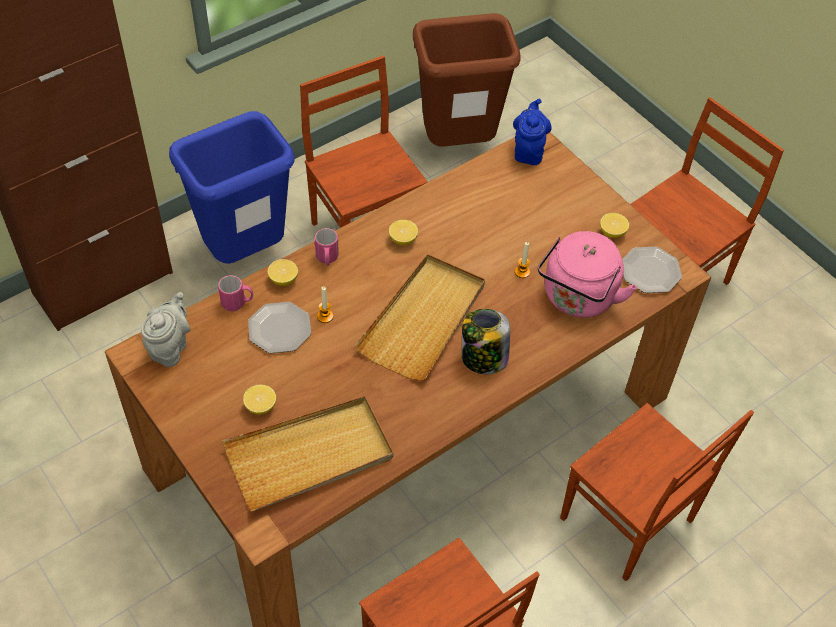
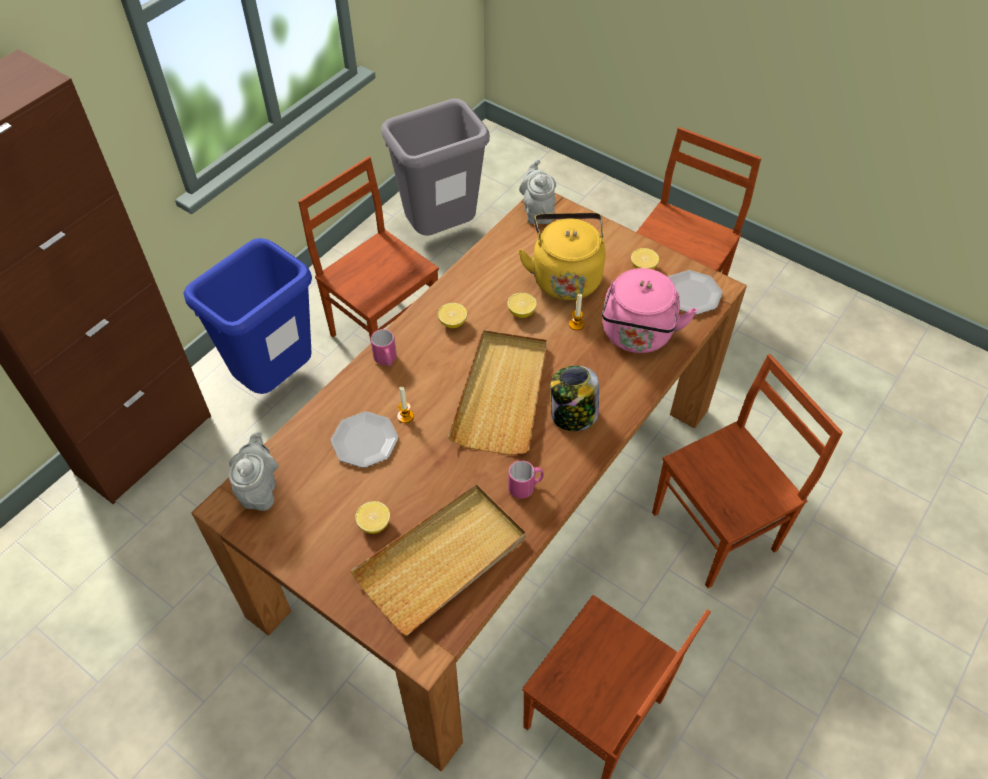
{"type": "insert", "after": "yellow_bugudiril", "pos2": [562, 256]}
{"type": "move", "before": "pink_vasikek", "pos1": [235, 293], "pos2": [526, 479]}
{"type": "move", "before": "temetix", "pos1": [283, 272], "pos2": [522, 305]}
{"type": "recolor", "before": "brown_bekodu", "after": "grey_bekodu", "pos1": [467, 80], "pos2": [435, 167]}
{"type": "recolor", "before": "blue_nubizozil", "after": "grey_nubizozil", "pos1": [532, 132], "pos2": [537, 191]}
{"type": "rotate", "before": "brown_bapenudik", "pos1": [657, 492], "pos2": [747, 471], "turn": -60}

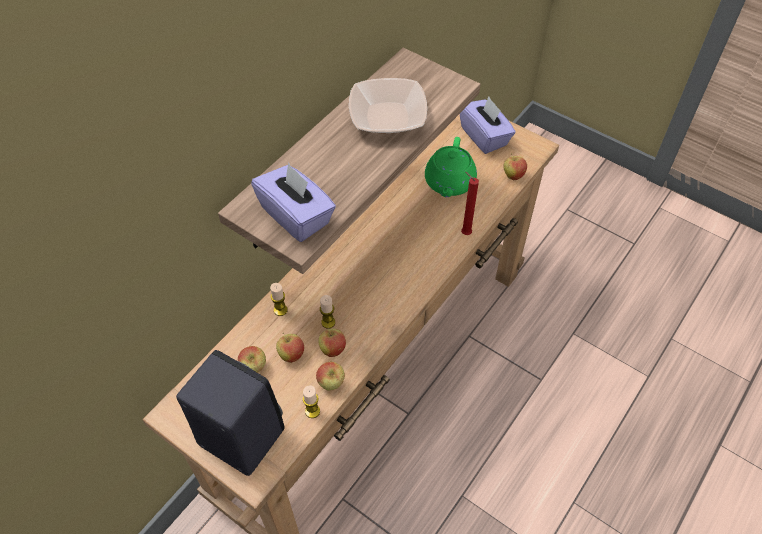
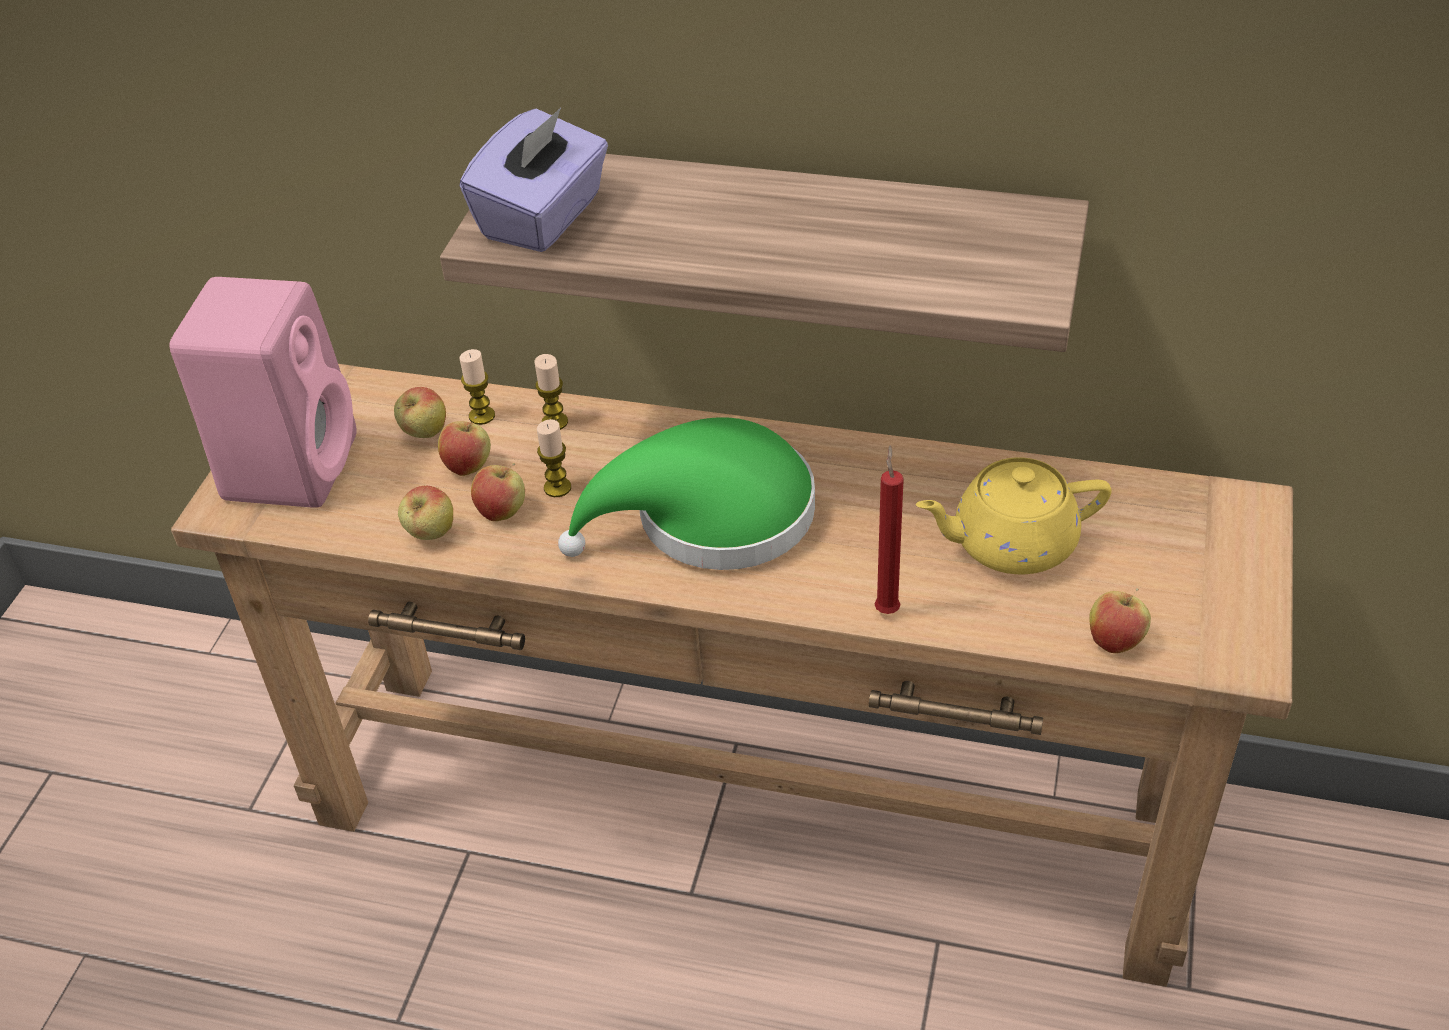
{"type": "delete", "before": "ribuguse", "pos1": [388, 106]}
{"type": "delete", "before": "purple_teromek", "pos1": [488, 125]}
{"type": "insert", "after": "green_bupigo", "pos2": [686, 493]}
{"type": "move", "before": "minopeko", "pos1": [311, 401], "pos2": [477, 387]}
{"type": "recolor", "before": "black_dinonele", "after": "pink_dinonele", "pos1": [230, 413], "pos2": [263, 392]}
{"type": "recolor", "before": "green_nubizozil", "after": "yellow_nubizozil", "pos1": [451, 167], "pos2": [1013, 515]}

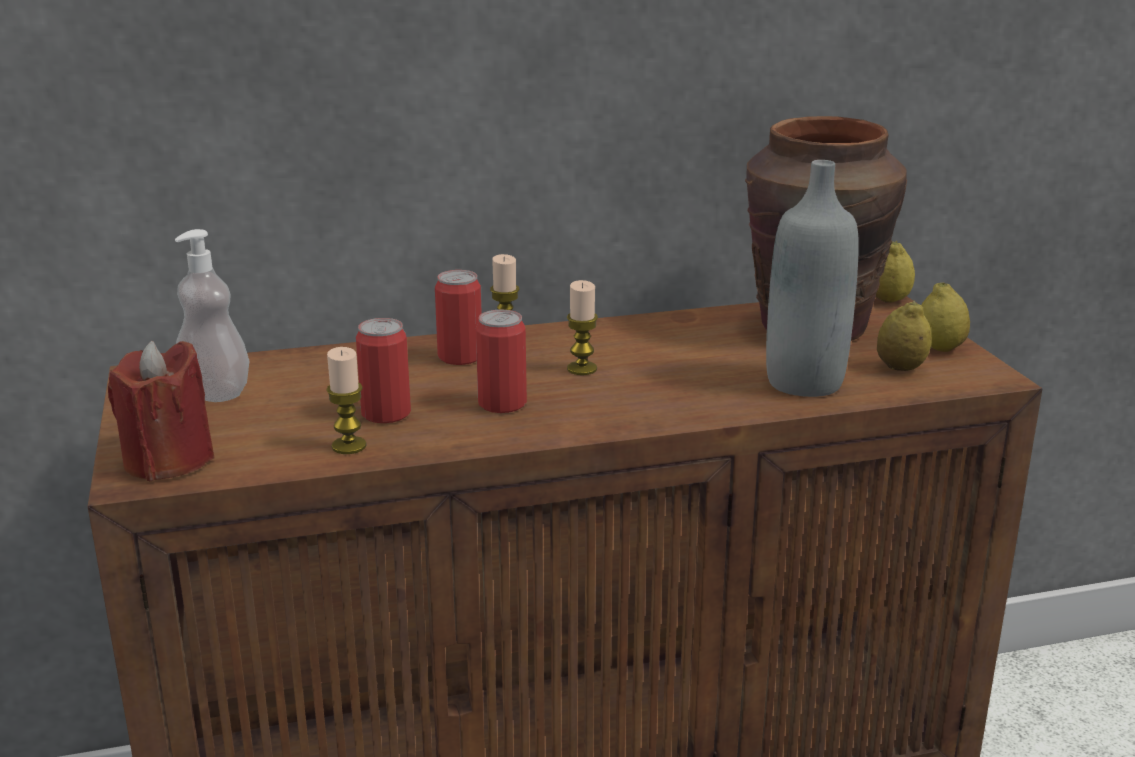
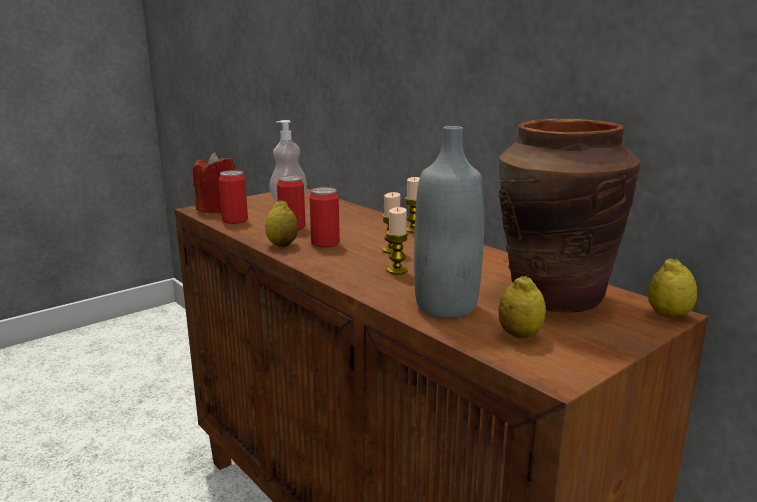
{"type": "move", "before": "minopeko", "pos1": [346, 400], "pos2": [398, 240]}
{"type": "move", "before": "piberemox", "pos1": [458, 317], "pos2": [233, 197]}
{"type": "move", "before": "temetix", "pos1": [945, 317], "pos2": [281, 223]}

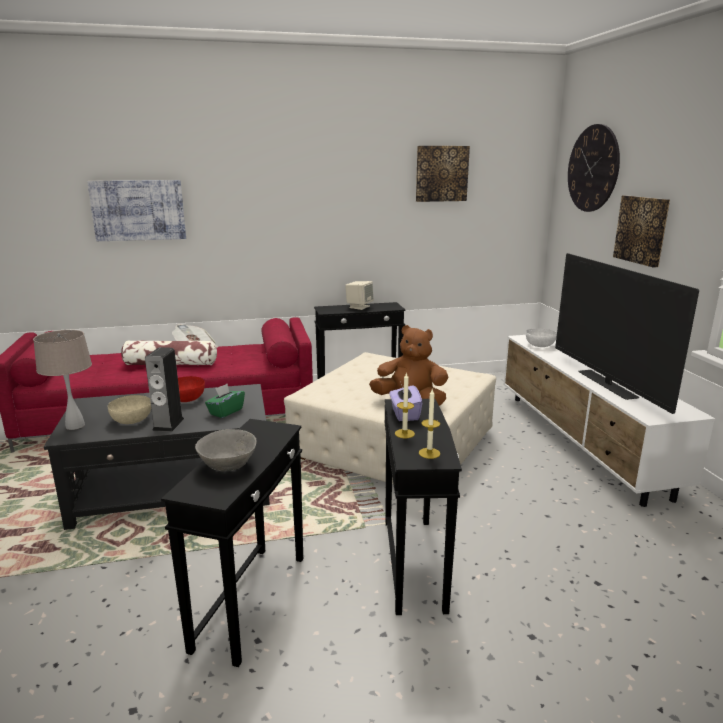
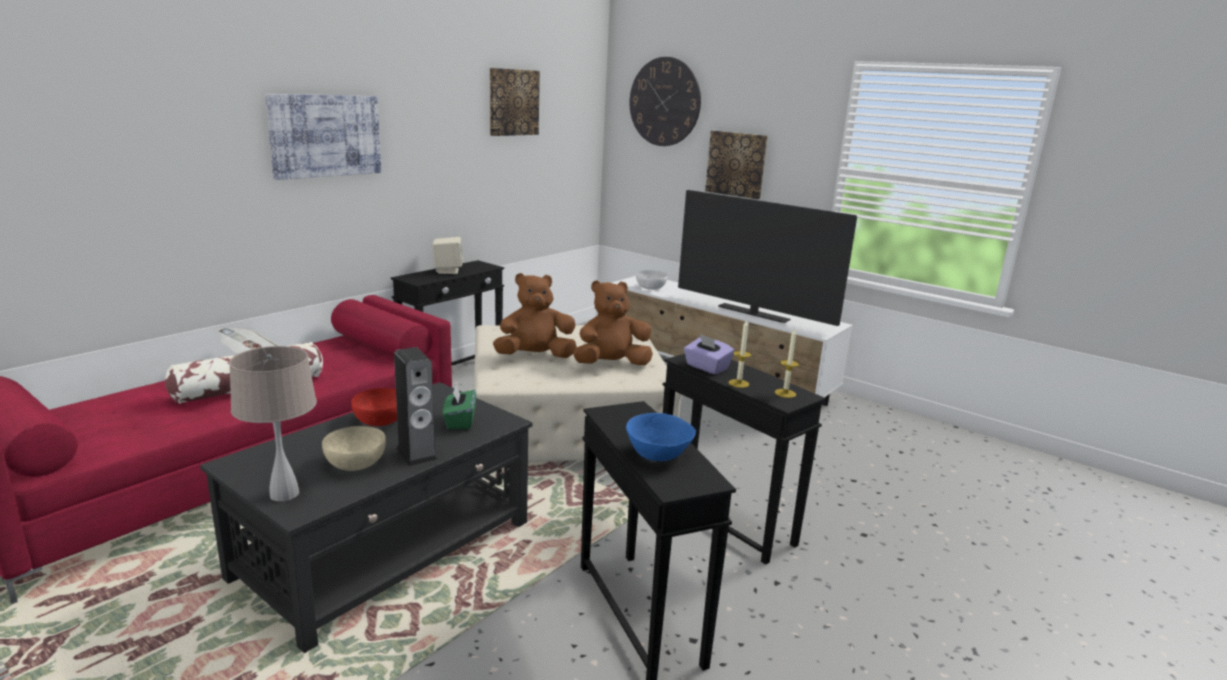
{"type": "insert", "after": "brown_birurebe", "pos2": [535, 315]}
{"type": "move", "before": "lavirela", "pos1": [136, 210], "pos2": [323, 137]}
{"type": "recolor", "before": "grey_ribuguse", "after": "blue_ribuguse", "pos1": [226, 450], "pos2": [661, 437]}

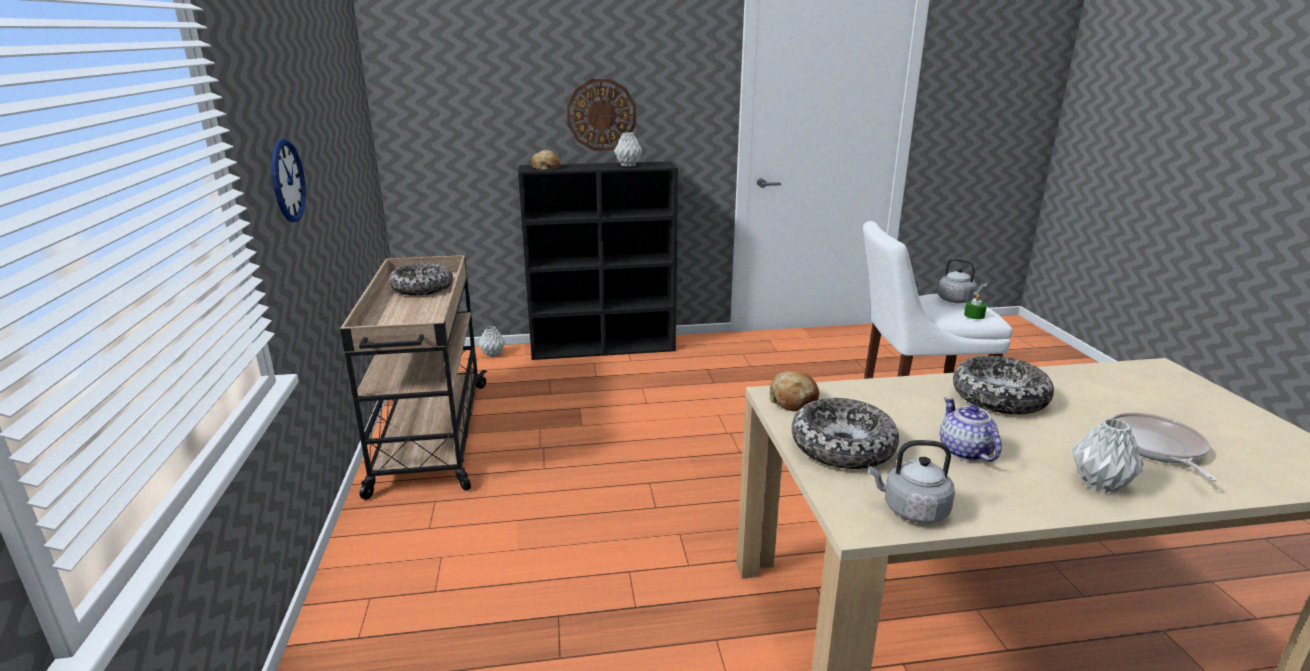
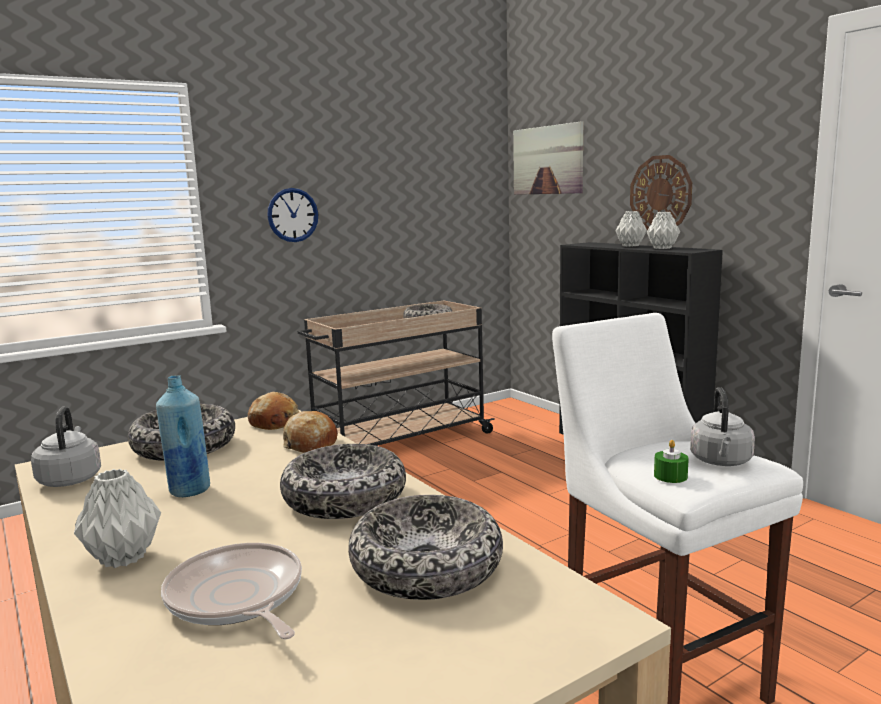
{"type": "insert", "after": "ribuguse", "pos2": [425, 547]}
{"type": "insert", "after": "lavirela", "pos2": [548, 158]}
{"type": "move", "before": "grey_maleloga", "pos1": [491, 342], "pos2": [631, 229]}
{"type": "move", "before": "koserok", "pos1": [545, 160], "pos2": [310, 432]}
{"type": "replace", "before": "nubizozil", "after": "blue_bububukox", "pos1": [971, 429], "pos2": [183, 436]}
{"type": "rotate", "before": "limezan", "pos1": [1163, 447], "pos2": [231, 591], "turn": -105}

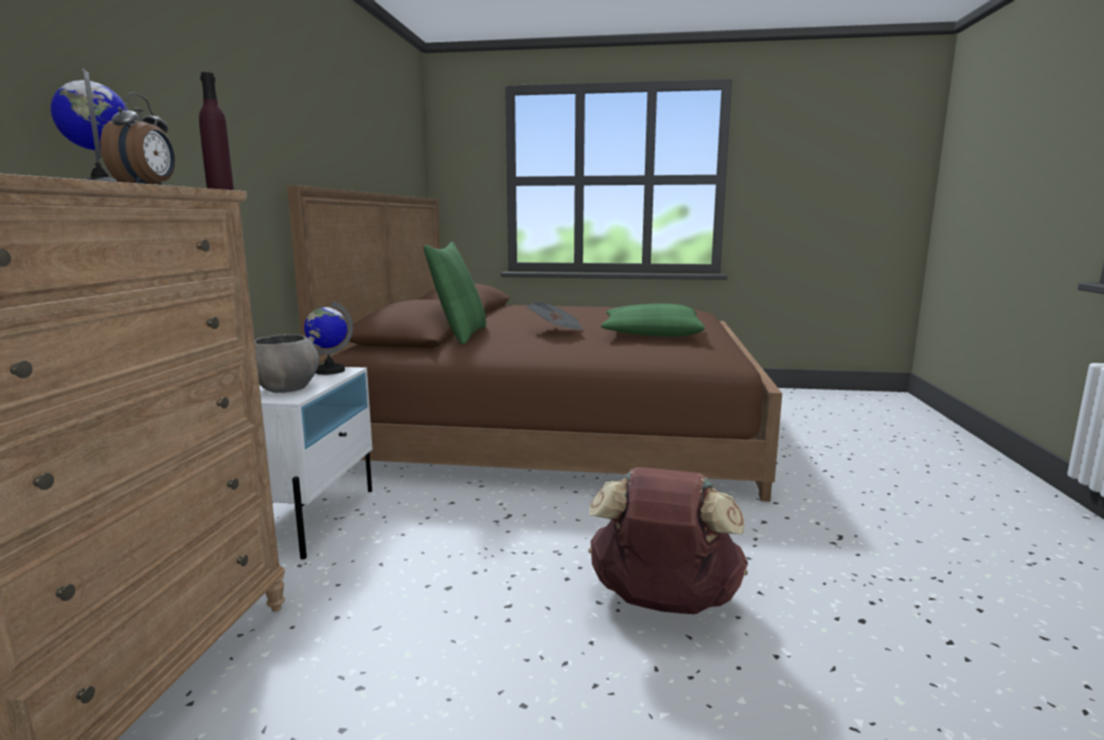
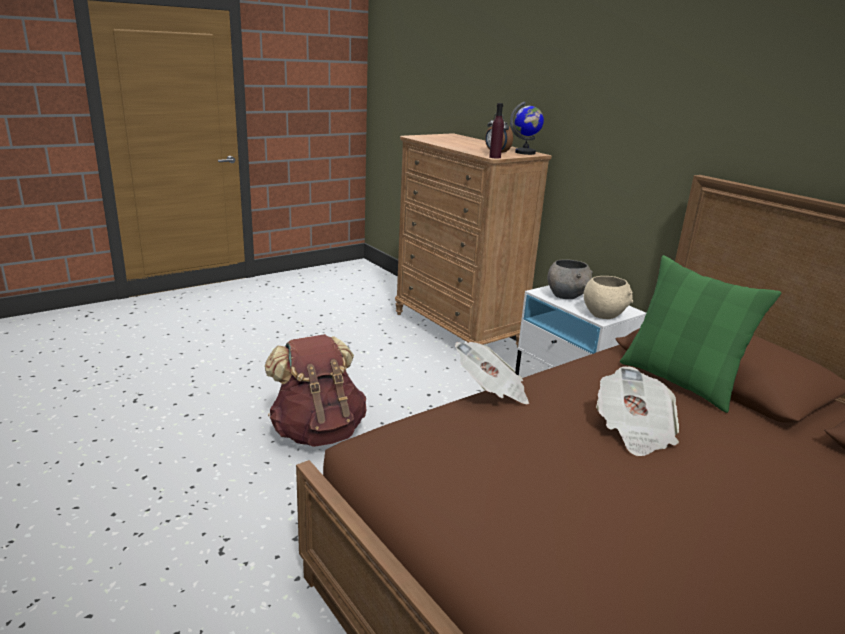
{"type": "delete", "before": "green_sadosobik", "pos1": [653, 320]}
{"type": "insert", "after": "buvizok", "pos2": [492, 373]}
{"type": "replace", "before": "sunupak", "after": "beige_ribuguse", "pos1": [328, 338], "pos2": [608, 297]}

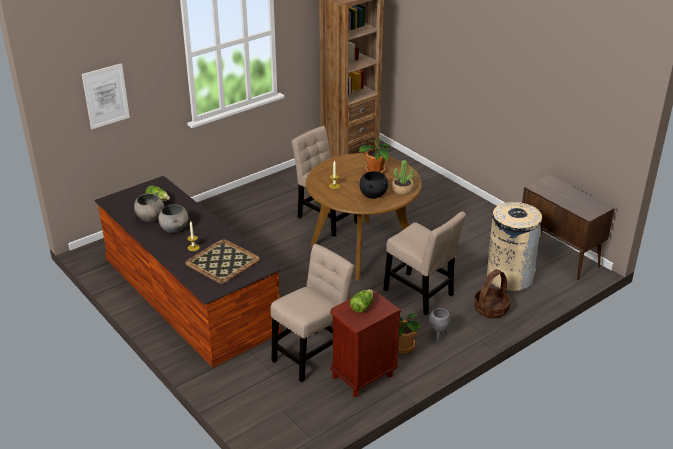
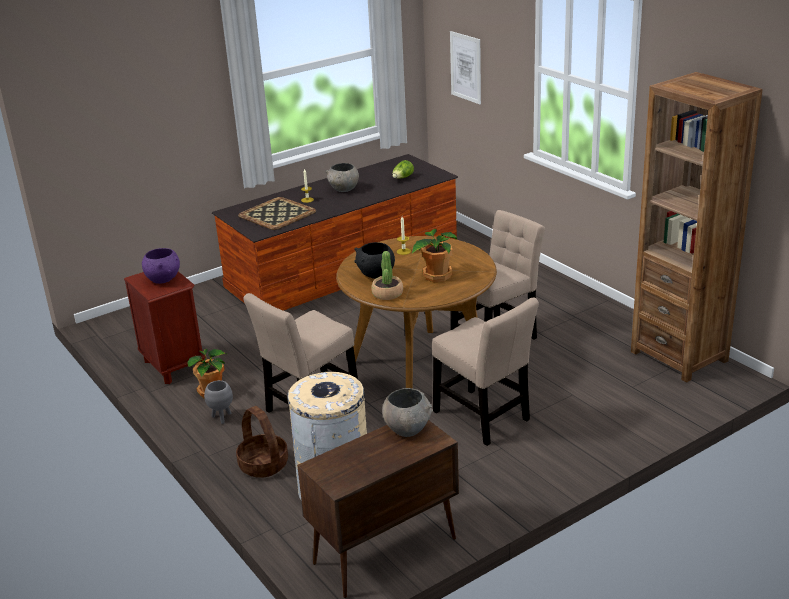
{"type": "move", "before": "grey_ribuguse", "pos1": [149, 207], "pos2": [407, 412]}
{"type": "move", "before": "beige_bapenudik", "pos1": [313, 313], "pos2": [485, 372]}
{"type": "replace", "before": "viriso", "after": "purple_ribuguse", "pos1": [361, 300], "pos2": [161, 266]}

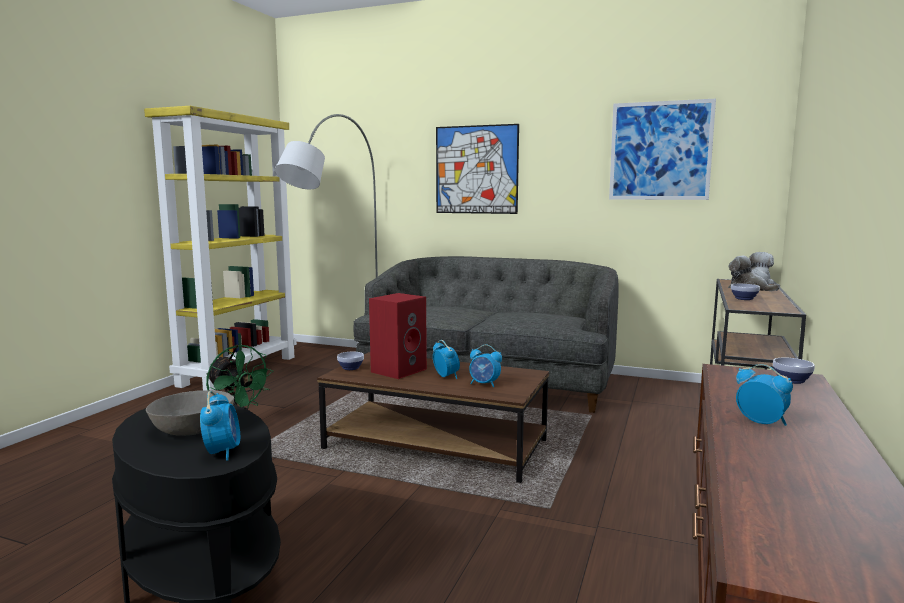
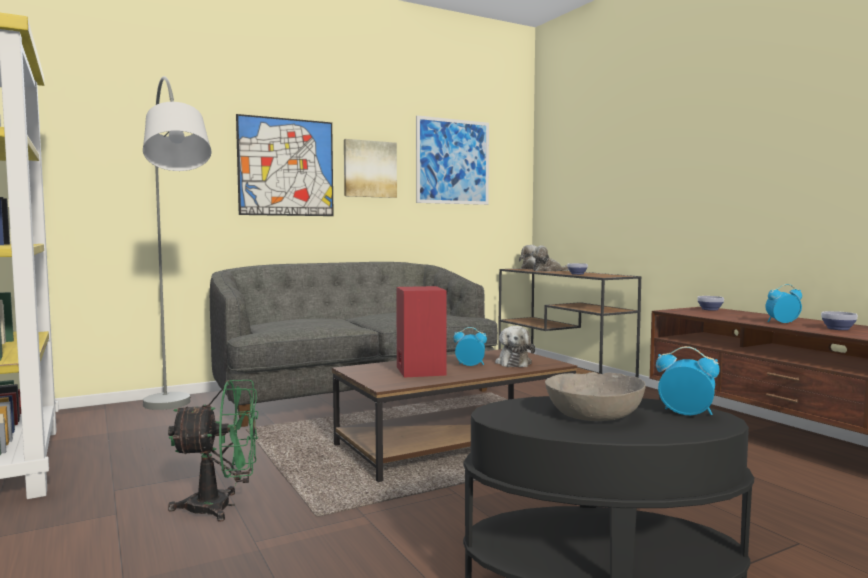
{"type": "insert", "after": "lavirela", "pos2": [370, 168]}
{"type": "move", "before": "ribuguse", "pos1": [350, 361], "pos2": [839, 320]}
{"type": "replace", "before": "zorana", "after": "birurebe", "pos1": [485, 365], "pos2": [515, 346]}

